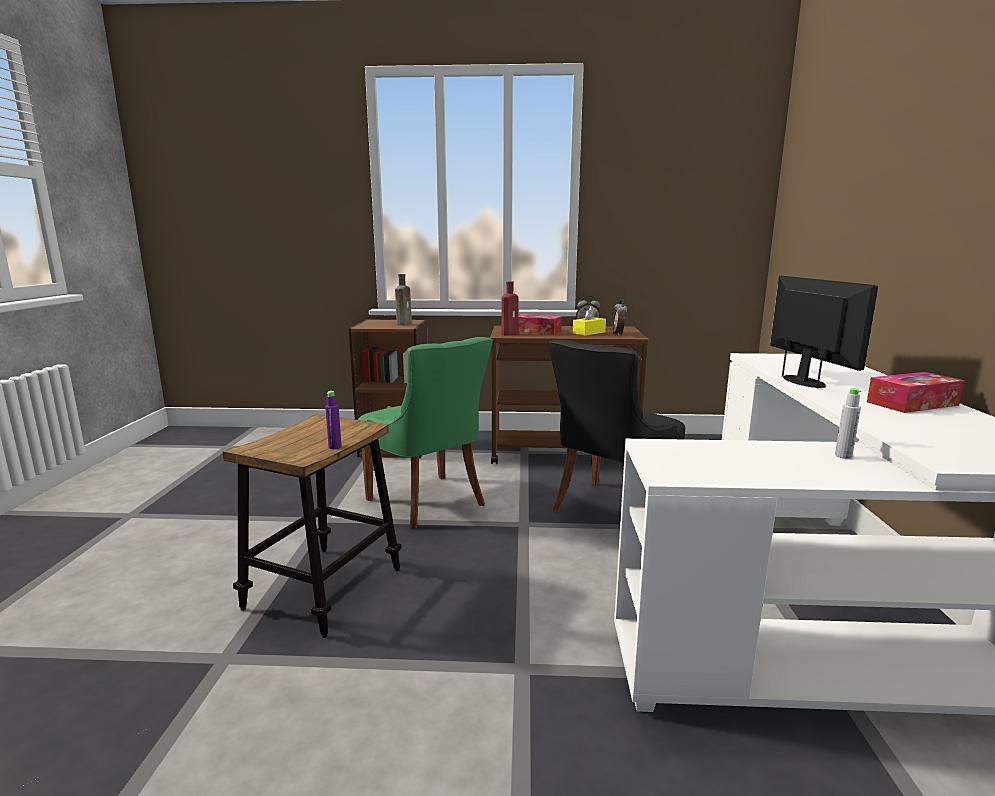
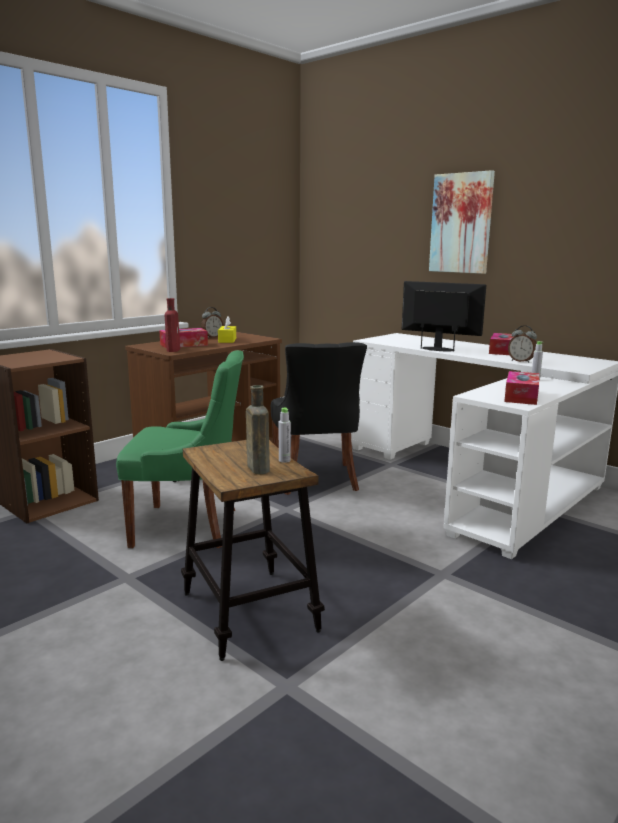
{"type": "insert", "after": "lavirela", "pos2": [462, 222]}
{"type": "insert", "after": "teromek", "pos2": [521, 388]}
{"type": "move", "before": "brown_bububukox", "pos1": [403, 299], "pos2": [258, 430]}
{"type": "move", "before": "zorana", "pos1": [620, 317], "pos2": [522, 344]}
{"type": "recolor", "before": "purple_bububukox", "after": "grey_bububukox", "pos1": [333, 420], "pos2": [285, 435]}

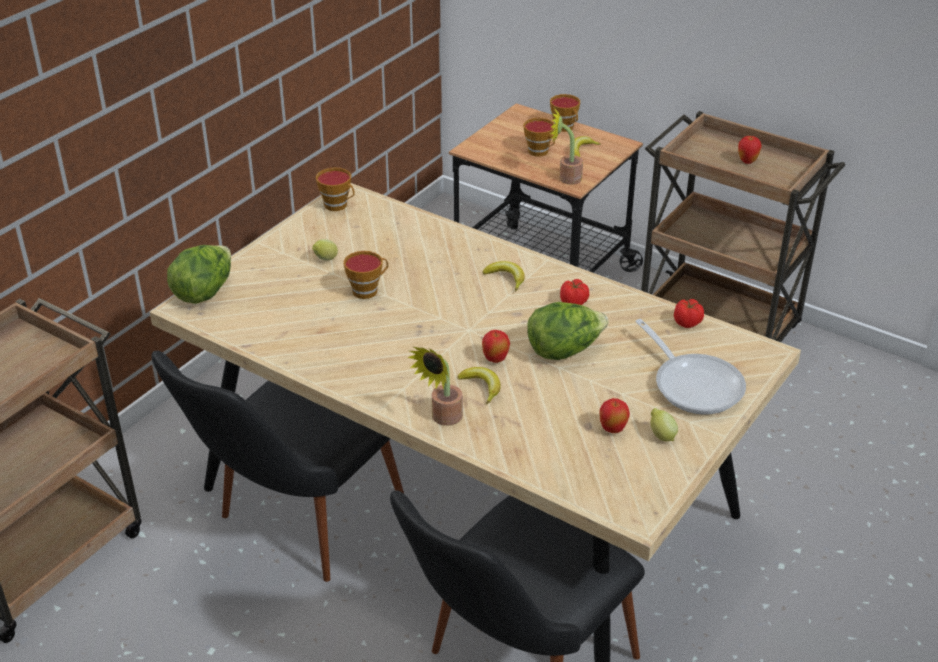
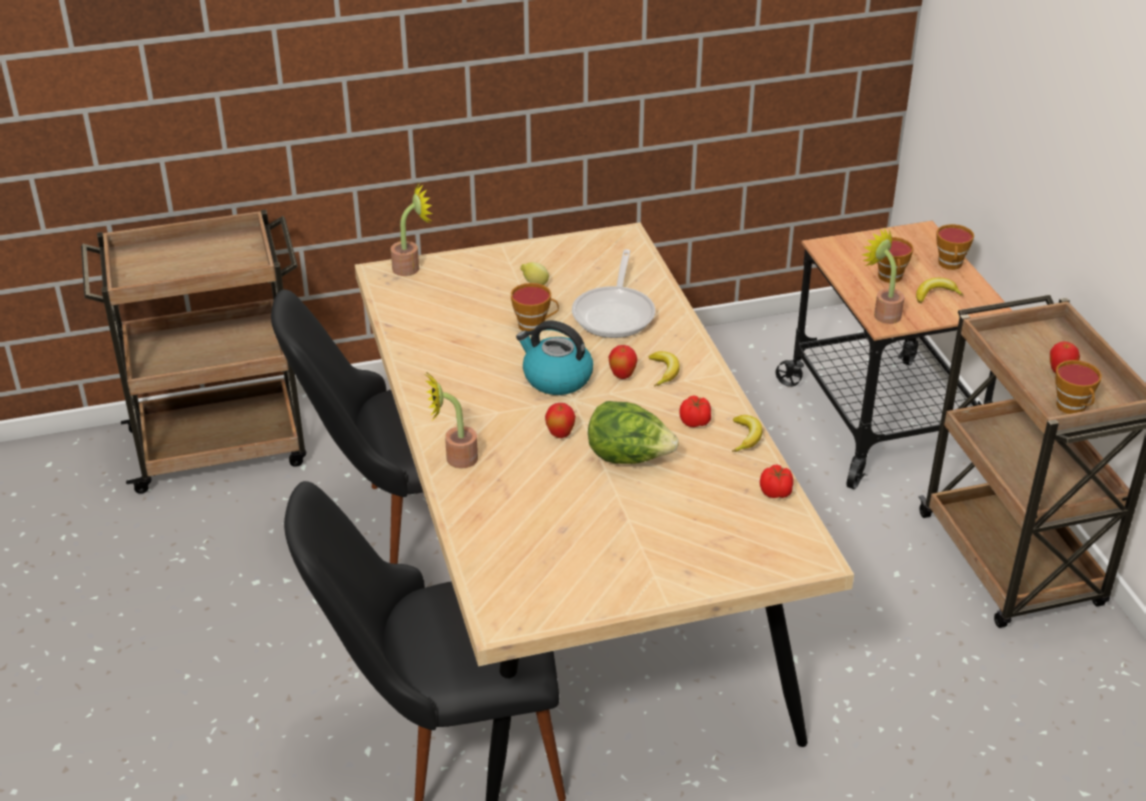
{"type": "delete", "before": "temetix", "pos1": [664, 424]}
{"type": "insert", "after": "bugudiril", "pos2": [554, 358]}
{"type": "move", "before": "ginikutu", "pos1": [335, 189], "pos2": [1078, 387]}
{"type": "move", "before": "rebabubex", "pos1": [479, 385], "pos2": [747, 433]}
{"type": "move", "before": "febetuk", "pos1": [614, 415], "pos2": [623, 362]}
{"type": "move", "before": "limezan", "pos1": [690, 367], "pos2": [613, 293]}
{"type": "replace", "before": "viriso", "after": "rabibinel", "pos1": [199, 274], "pos2": [412, 229]}

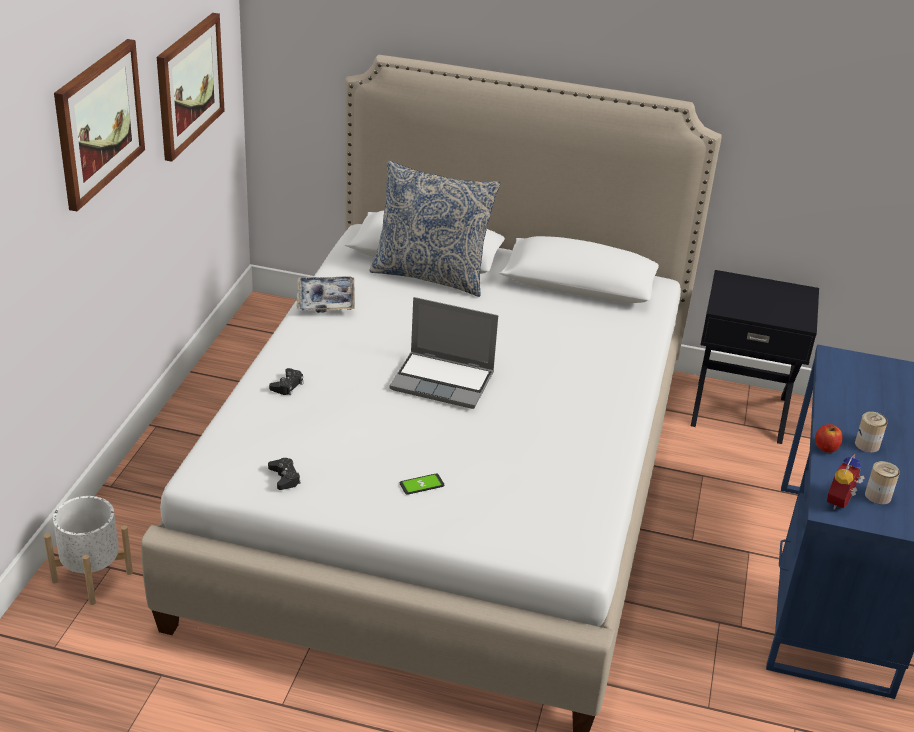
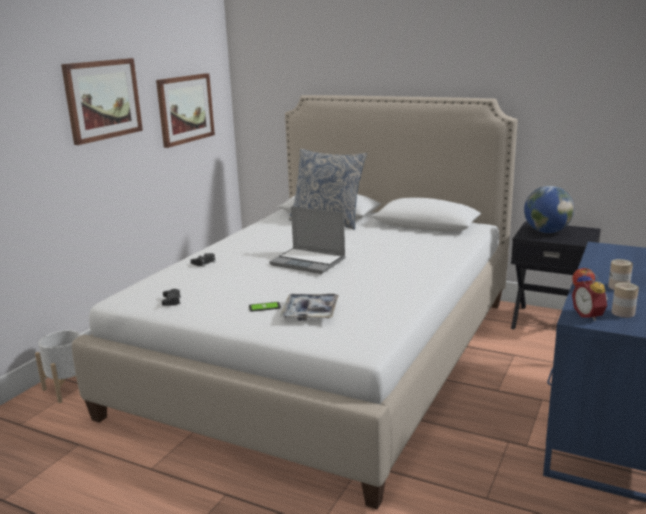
{"type": "insert", "after": "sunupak", "pos2": [549, 209]}
{"type": "move", "before": "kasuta", "pos1": [326, 294], "pos2": [309, 307]}
{"type": "rotate", "before": "zorana", "pos1": [846, 482], "pos2": [590, 296], "turn": -60}

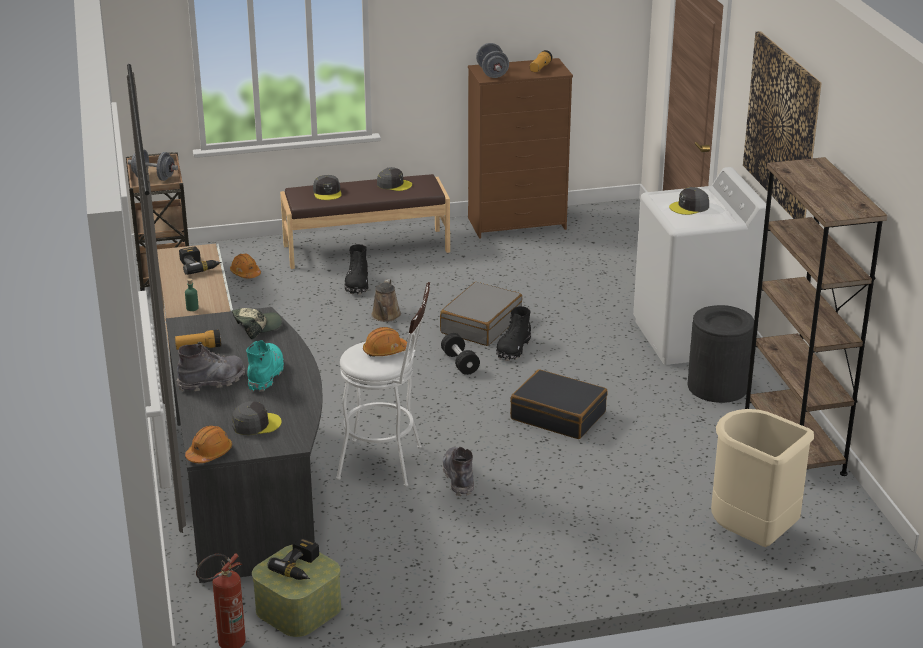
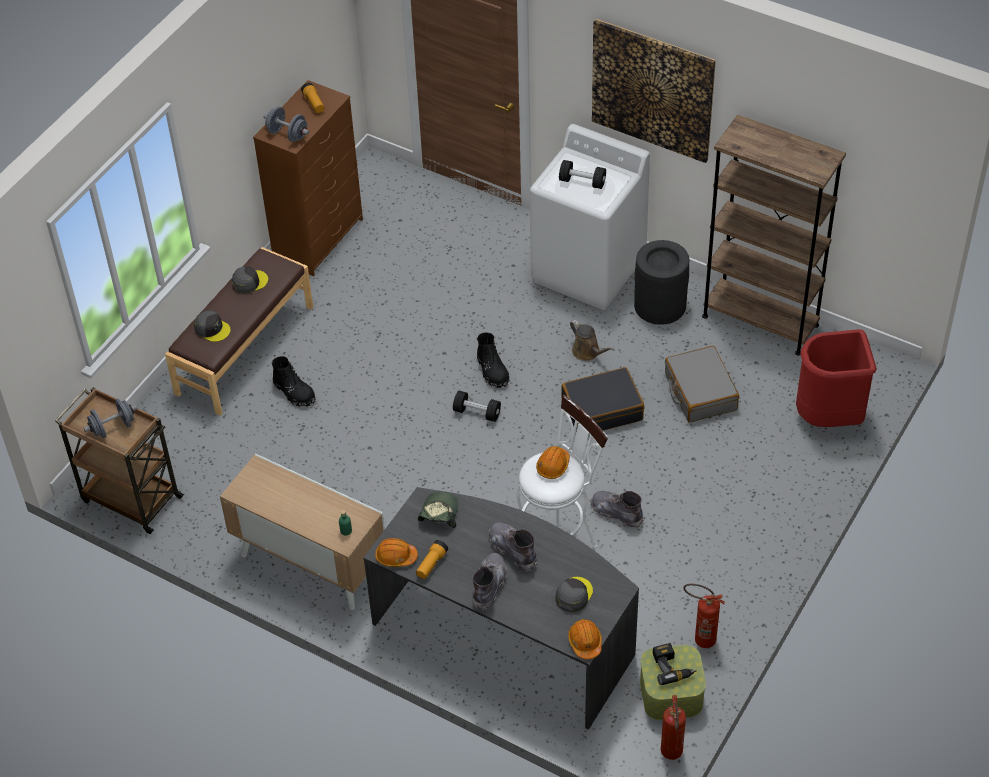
{"type": "delete", "before": "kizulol", "pos1": [200, 260]}
{"type": "insert", "after": "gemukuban", "pos2": [704, 616]}
{"type": "move", "before": "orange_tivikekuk", "pos1": [245, 266], "pos2": [396, 552]}
{"type": "move", "before": "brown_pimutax", "pos1": [386, 300], "pos2": [592, 340]}
{"type": "move", "before": "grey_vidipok", "pos1": [481, 314], "pos2": [702, 384]}
{"type": "replace", "before": "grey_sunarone", "after": "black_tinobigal", "pos1": [689, 201], "pos2": [582, 174]}
{"type": "recolor", "before": "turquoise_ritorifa", "after": "grey_ritorifa", "pos1": [265, 366], "pos2": [513, 546]}
{"type": "recolor", "before": "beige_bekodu", "after": "red_bekodu", "pos1": [762, 478], "pos2": [836, 378]}

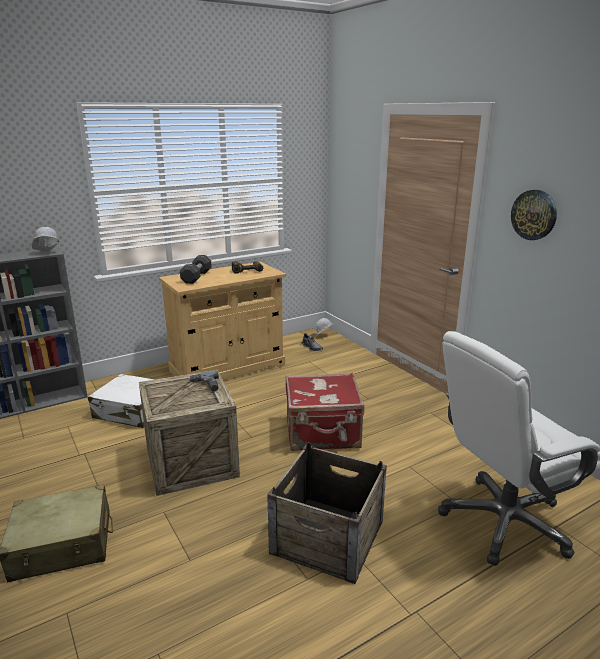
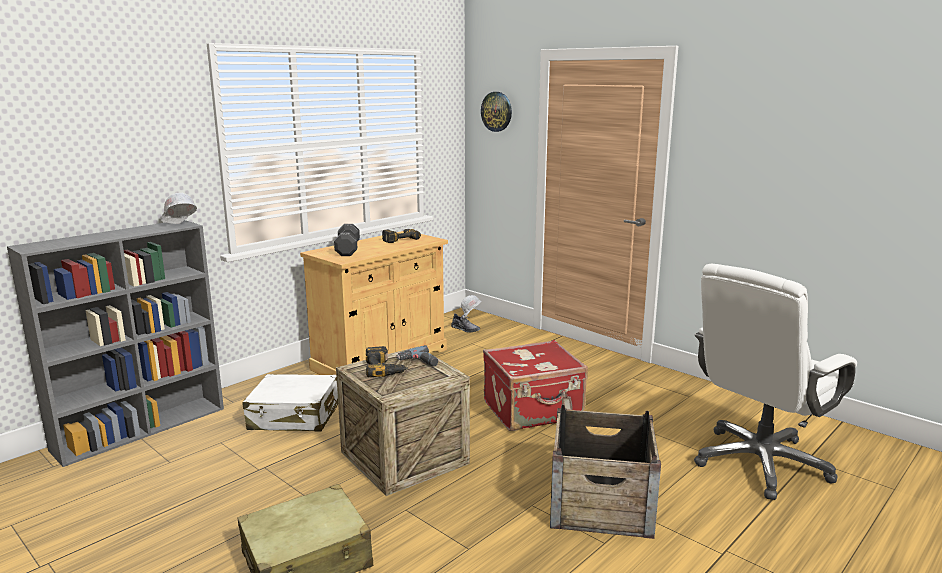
{"type": "insert", "after": "kizulol", "pos2": [387, 361]}
{"type": "move", "before": "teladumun", "pos1": [534, 215], "pos2": [496, 112]}

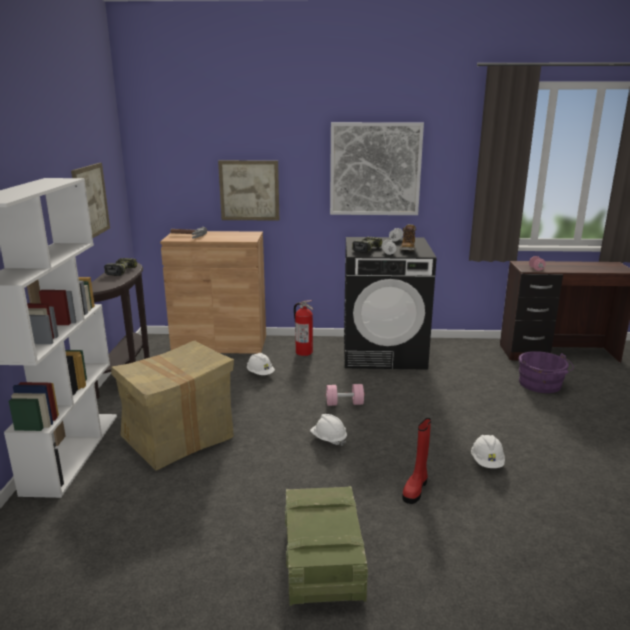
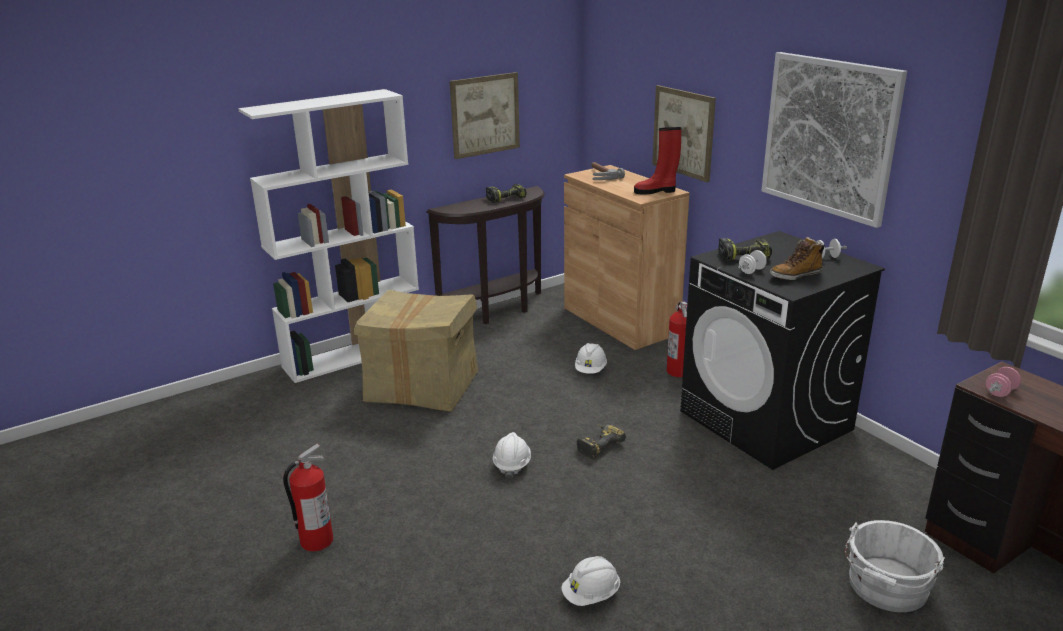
{"type": "move", "before": "red_ritorifa", "pos1": [416, 461], "pos2": [657, 160]}
{"type": "replace", "before": "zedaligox", "after": "gemukuban", "pos1": [326, 546], "pos2": [308, 497]}
{"type": "replace", "before": "pink_tinobigal", "after": "kizulol", "pos1": [345, 395], "pos2": [601, 441]}
{"type": "recolor", "before": "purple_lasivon", "after": "white_lasivon", "pos1": [546, 372], "pos2": [895, 566]}

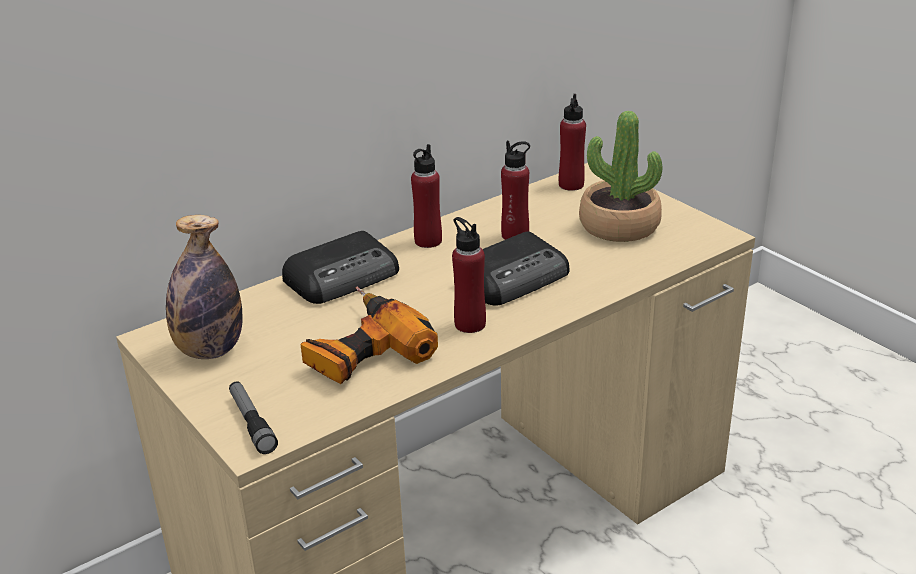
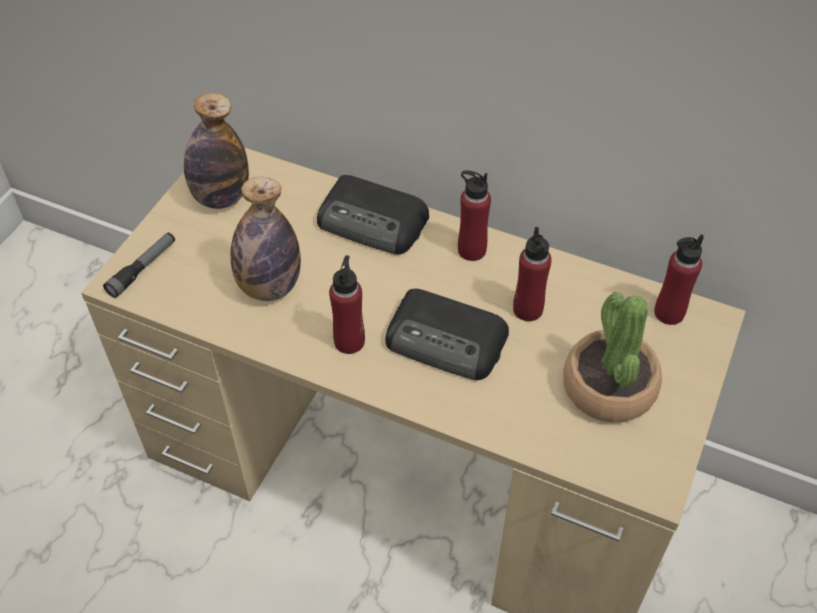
{"type": "replace", "before": "kizulol", "after": "bububukox", "pos1": [369, 335], "pos2": [266, 239]}

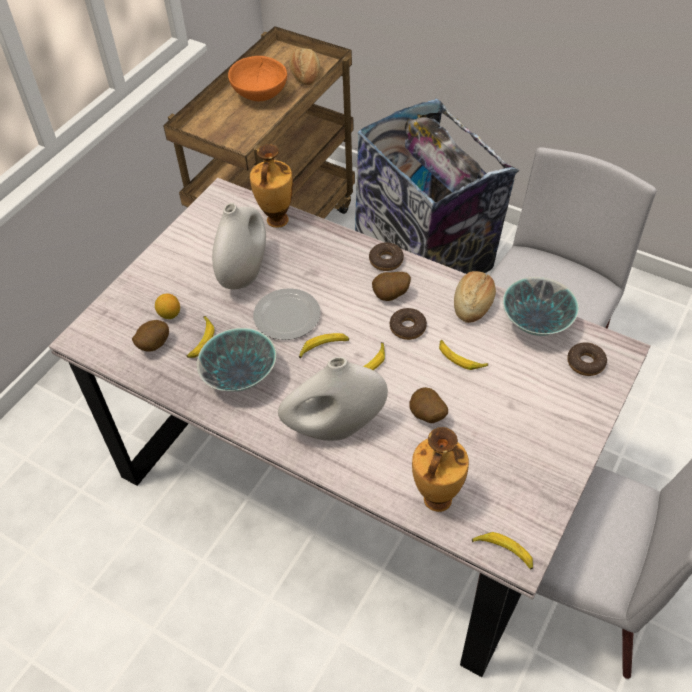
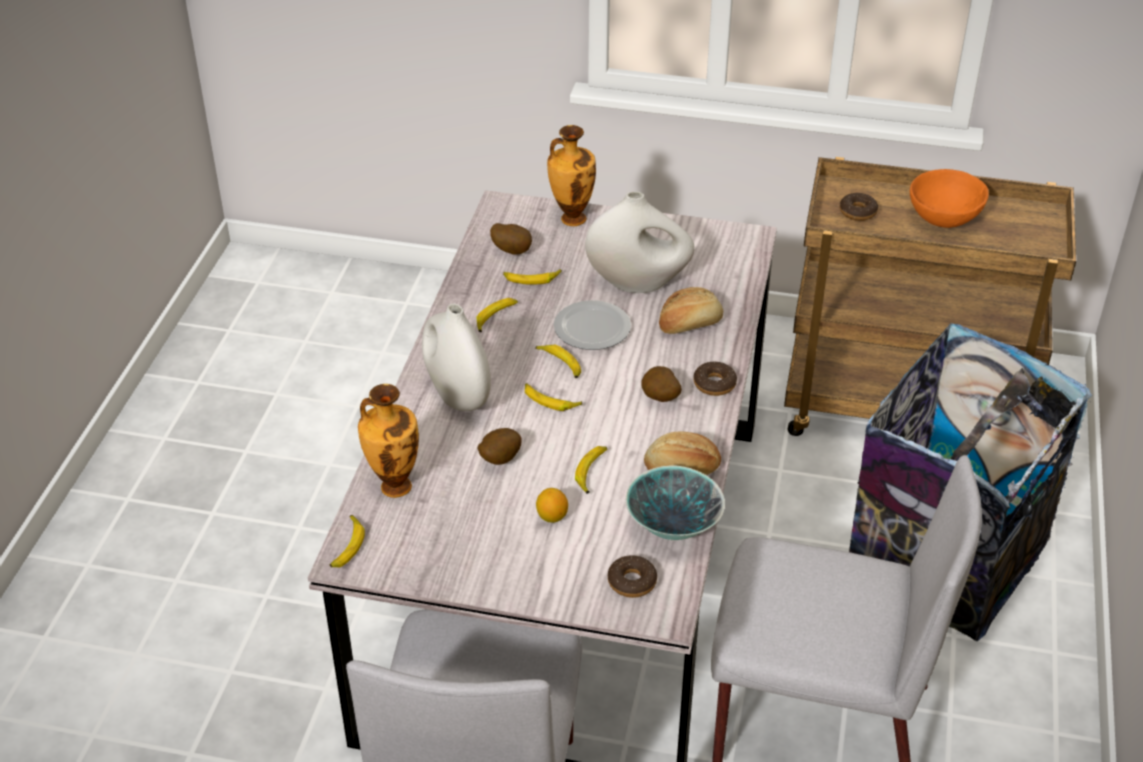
{"type": "move", "before": "temetix", "pos1": [167, 306], "pos2": [552, 505]}
{"type": "move", "before": "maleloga", "pos1": [271, 186], "pos2": [571, 175]}
{"type": "move", "before": "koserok", "pos1": [304, 67], "pos2": [691, 310]}
{"type": "move", "before": "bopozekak", "pos1": [408, 324], "pos2": [859, 207]}
{"type": "replace", "before": "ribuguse", "after": "rebabubex", "pos1": [237, 359], "pos2": [497, 315]}

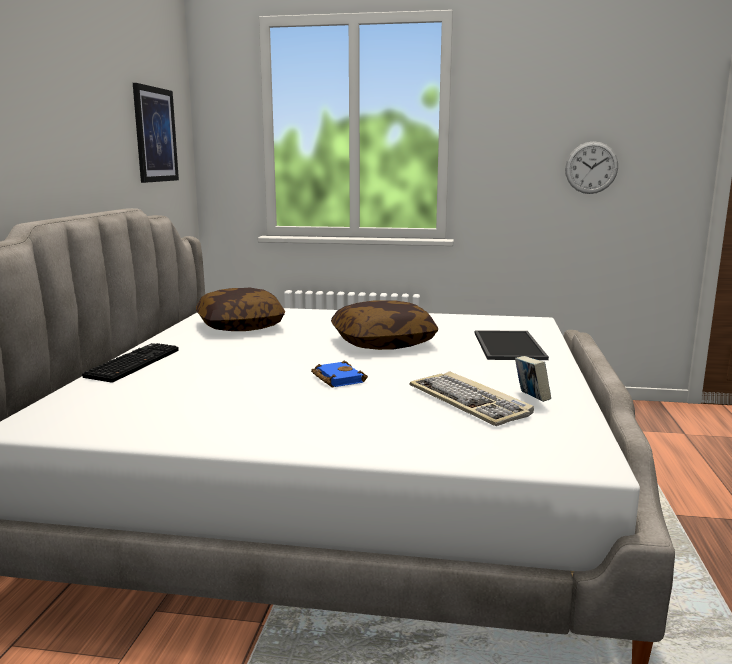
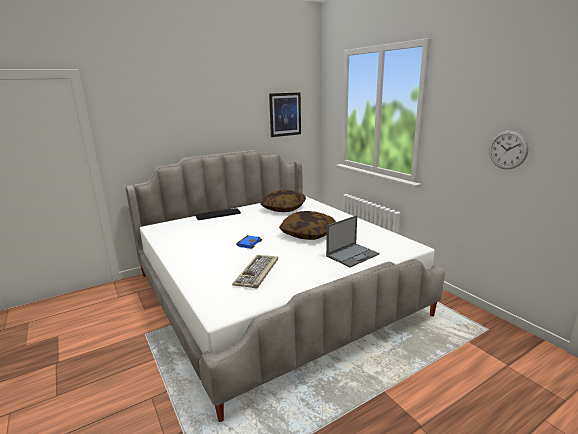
{"type": "delete", "before": "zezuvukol", "pos1": [533, 379]}
{"type": "replace", "before": "kasuta", "after": "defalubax", "pos1": [512, 345], "pos2": [352, 241]}

